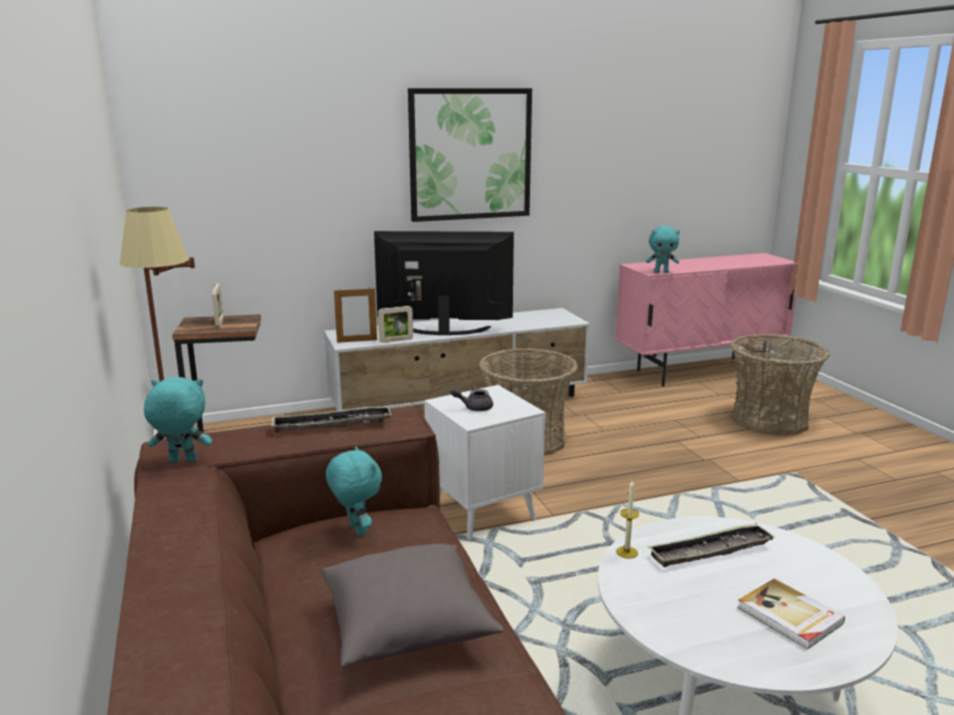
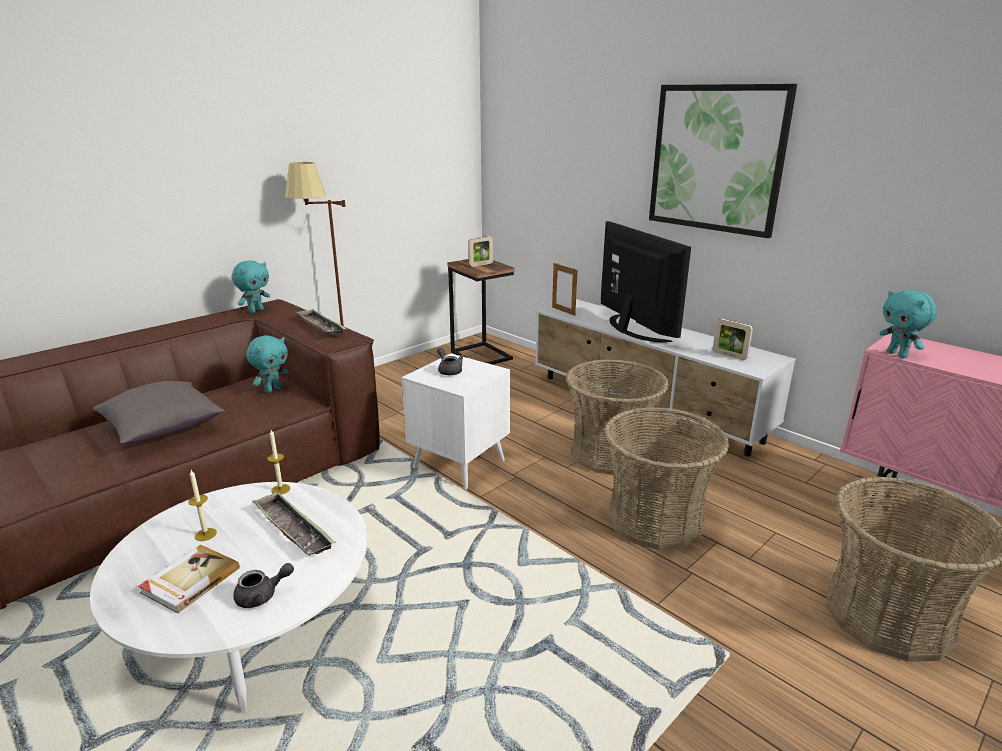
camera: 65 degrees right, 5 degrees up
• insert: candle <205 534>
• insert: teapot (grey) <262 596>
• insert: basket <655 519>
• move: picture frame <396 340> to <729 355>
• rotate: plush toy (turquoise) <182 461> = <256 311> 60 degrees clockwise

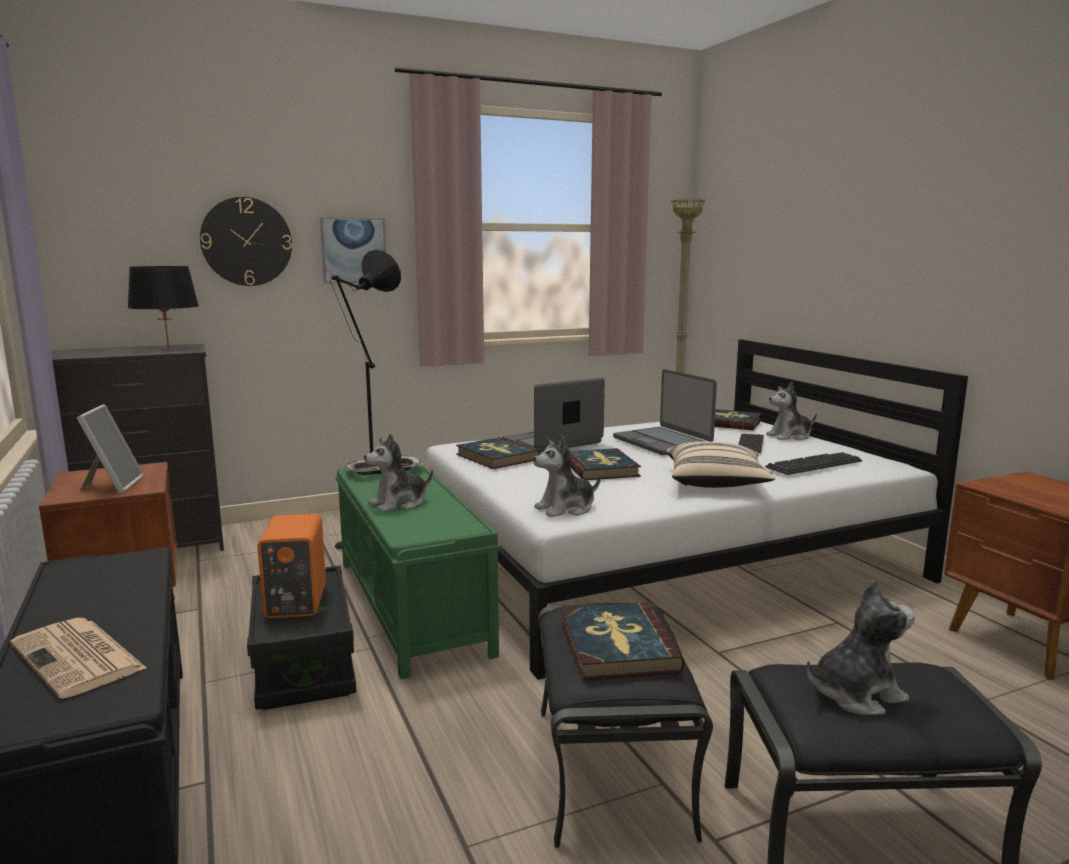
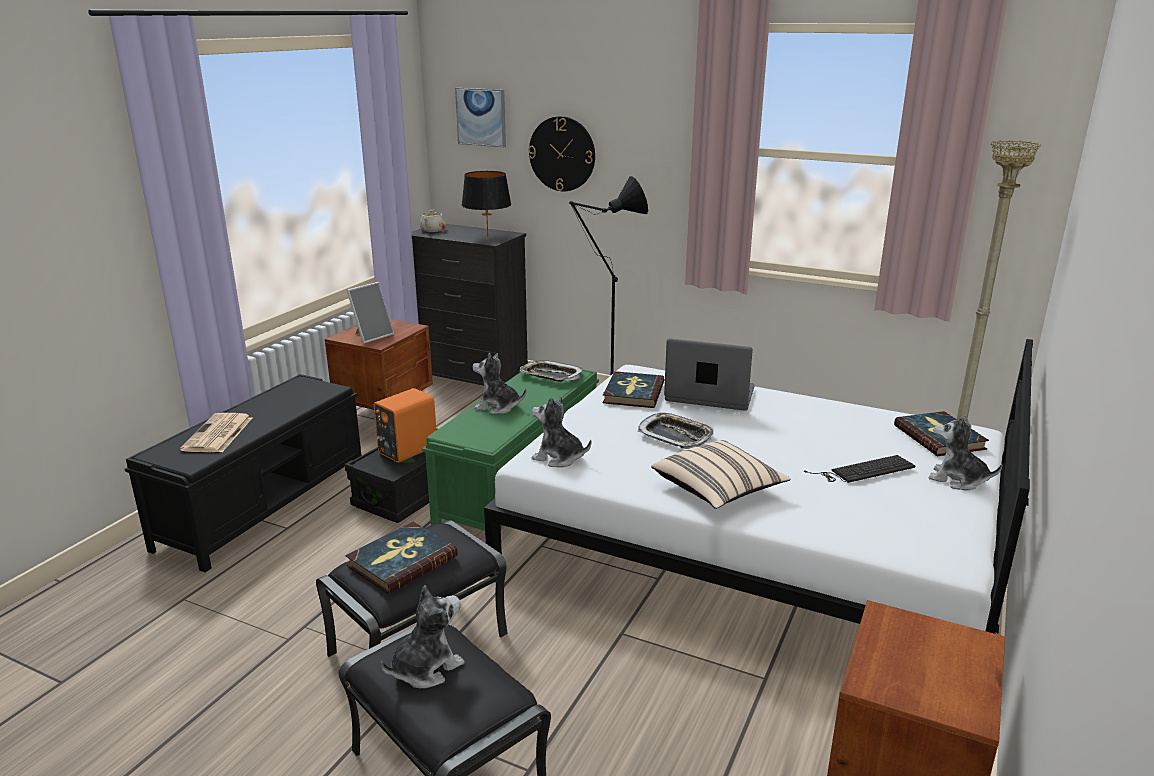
camera: 50 degrees right, 10 degrees up
• delete: laptop <662 442>
• delete: keyboard <814 465>
• insert: teapot (beige) <432 230>
• move: picture <353 250> to <481 117>
• replace: book <601 468> to tray <675 436>
• rotate: plush toy <855 694> = <426 668> 75 degrees counterclockwise

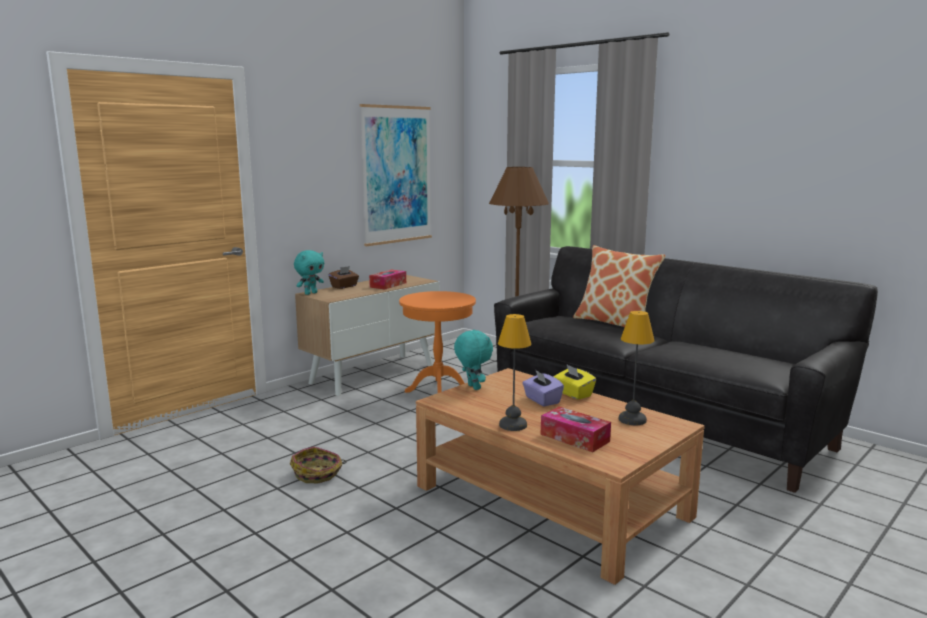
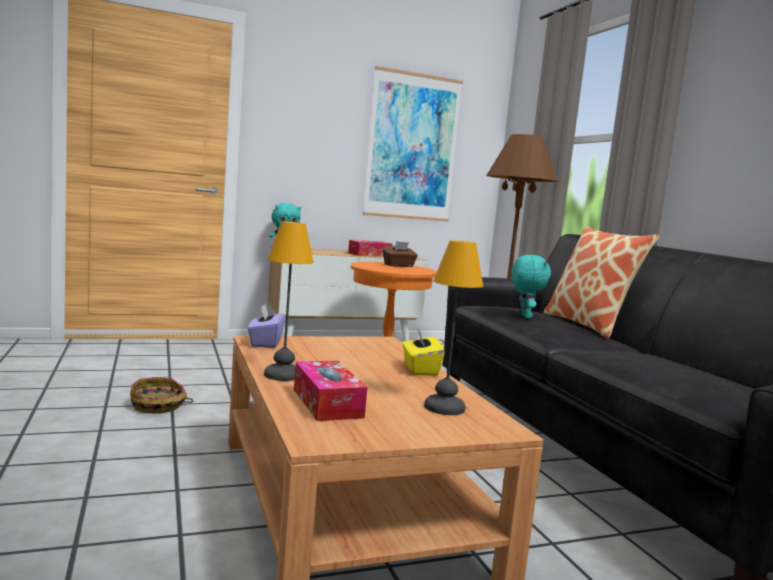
camera: 25 degrees right, 5 degrees down
• move: tissue box (brown) <344 286> to <399 265>
• move: plush toy (turquoise) <472 387> to <524 316>
• move: tissue box (purple) <542 400> to <265 343>

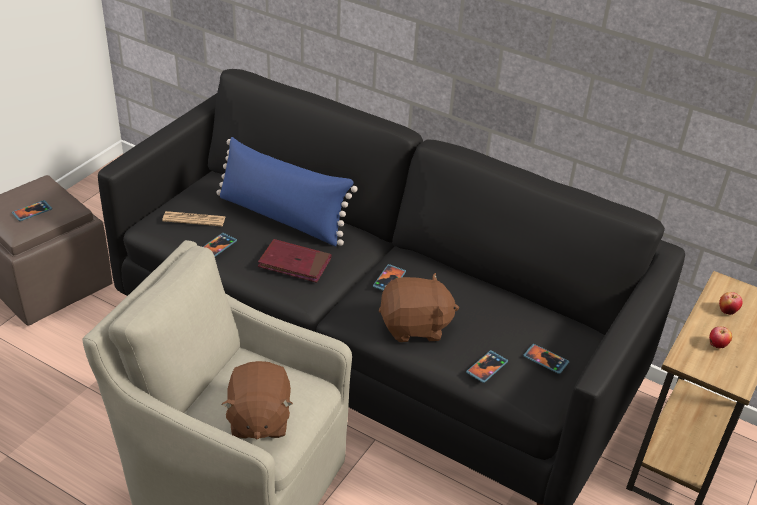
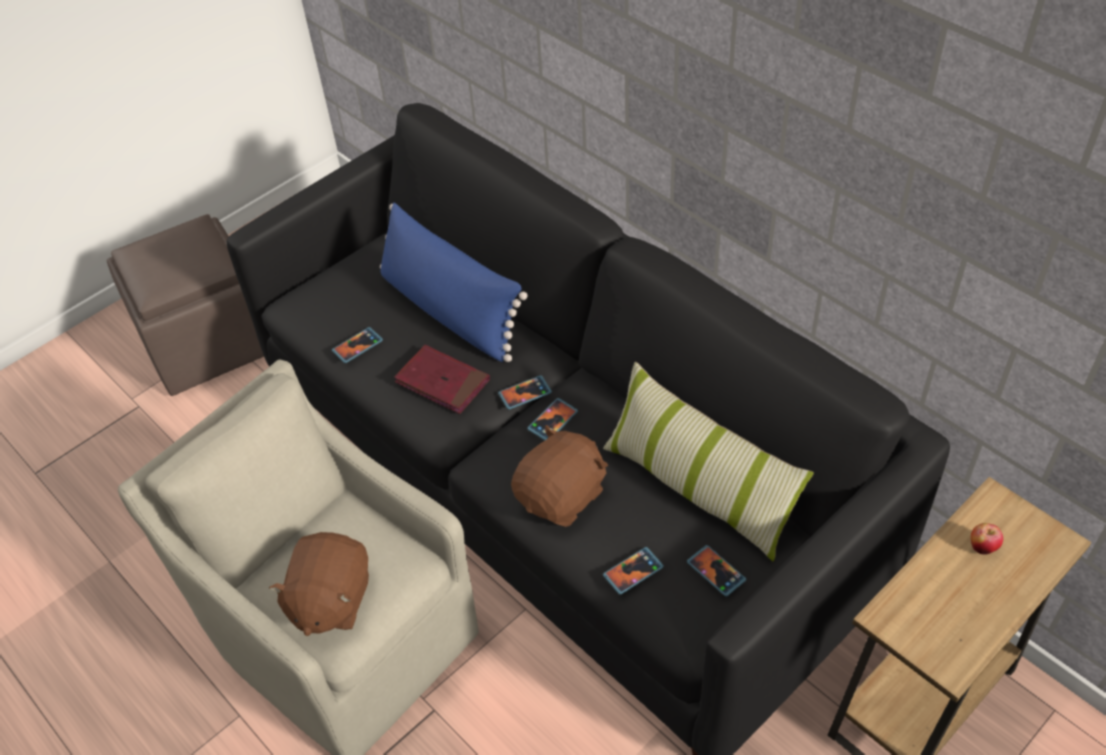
camera: 20 degrees right, 10 degrees up
• delete: newspaper <194 219>
• delete: apple <717 346>
• insert: pillow <698 487>
• move: phone <32 212> to <525 393>
• rotate: plush toy (brown) <415 326> = <562 496> 60 degrees counterclockwise

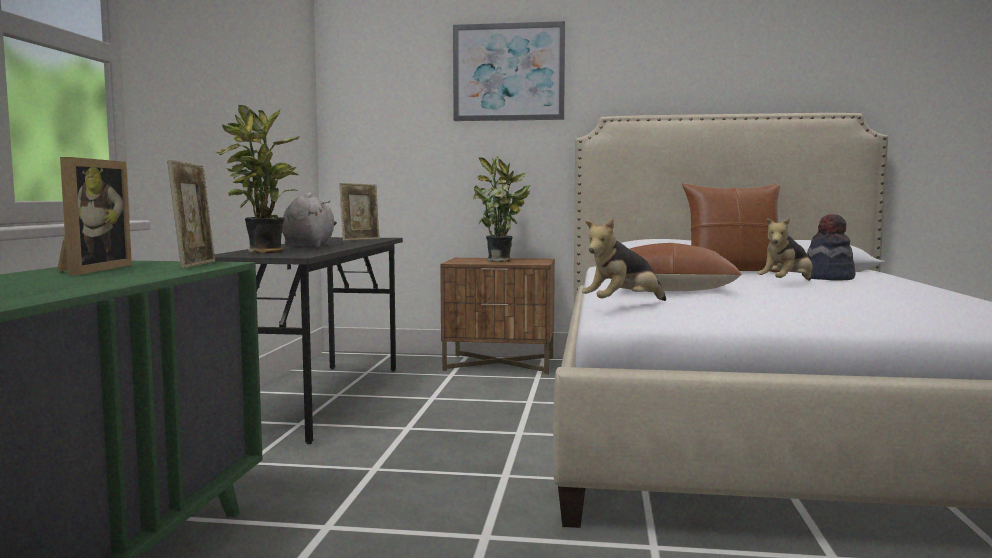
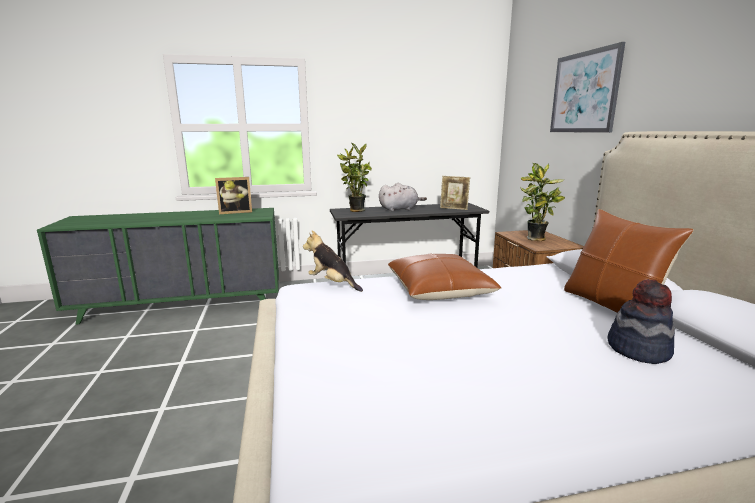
camera: 70 degrees right, 10 degrees up
• delete: picture frame <195 265>
• delete: plush toy <787 284>

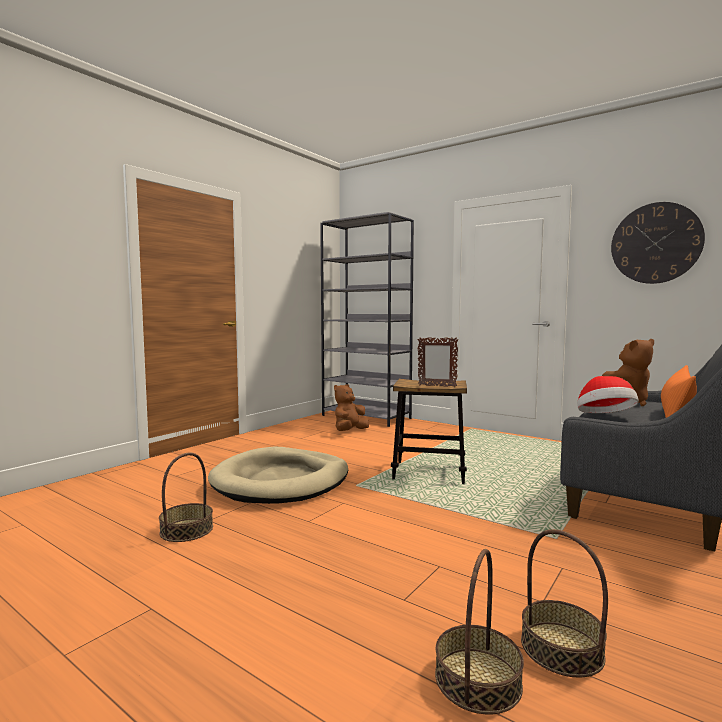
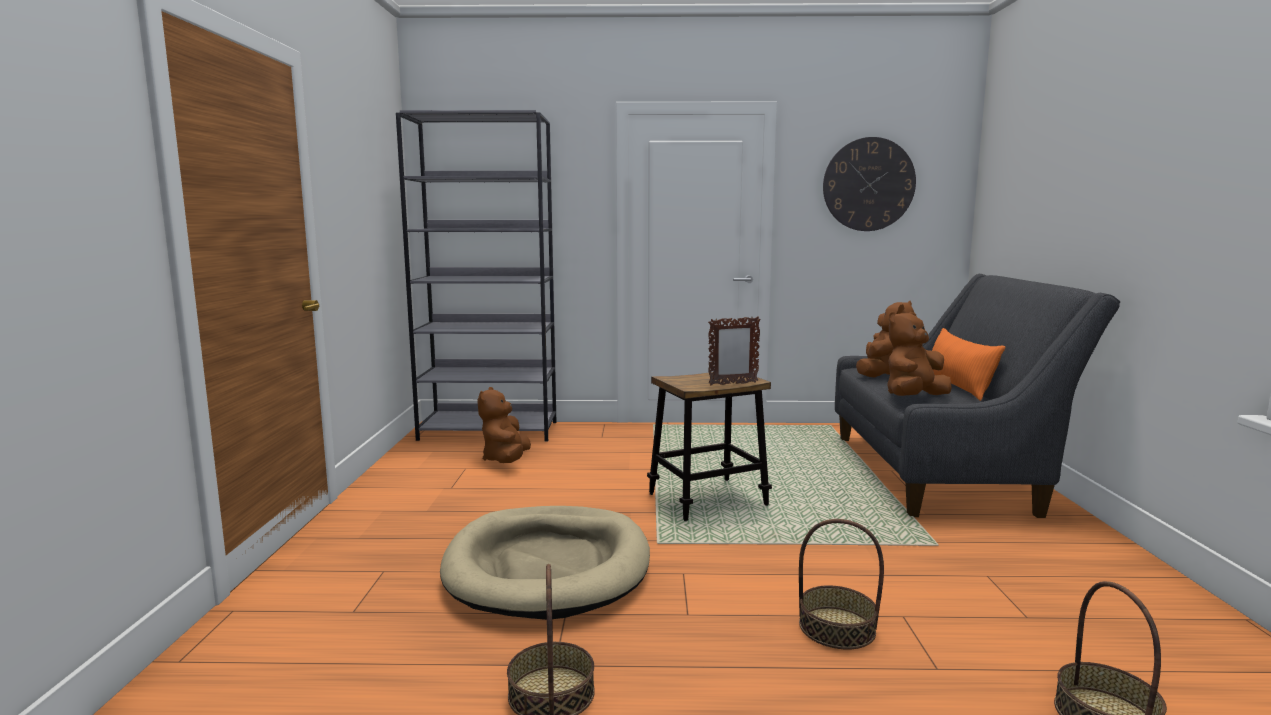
camera: 35 degrees left, 5 degrees up
• move: basket <561 648> to <836 628>
• replace: hat <605 418> to plush toy (brown) <913 398>

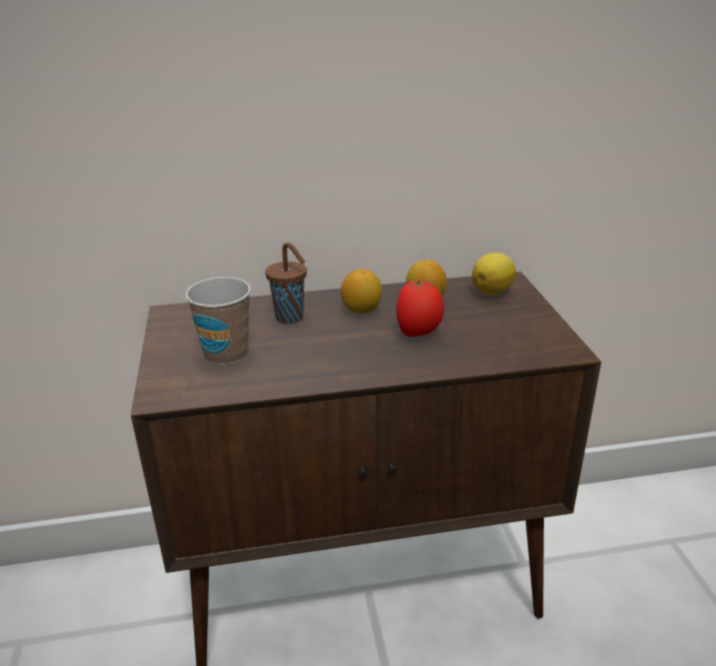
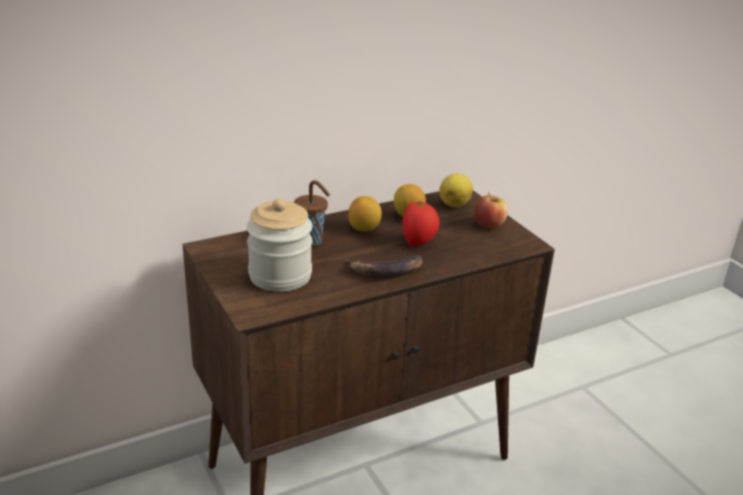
camera: 20 degrees left, 0 degrees up
• insert: banana <385 270>
• insert: apple <488 225>
• replace: cup <226 354> to jar <280 276>

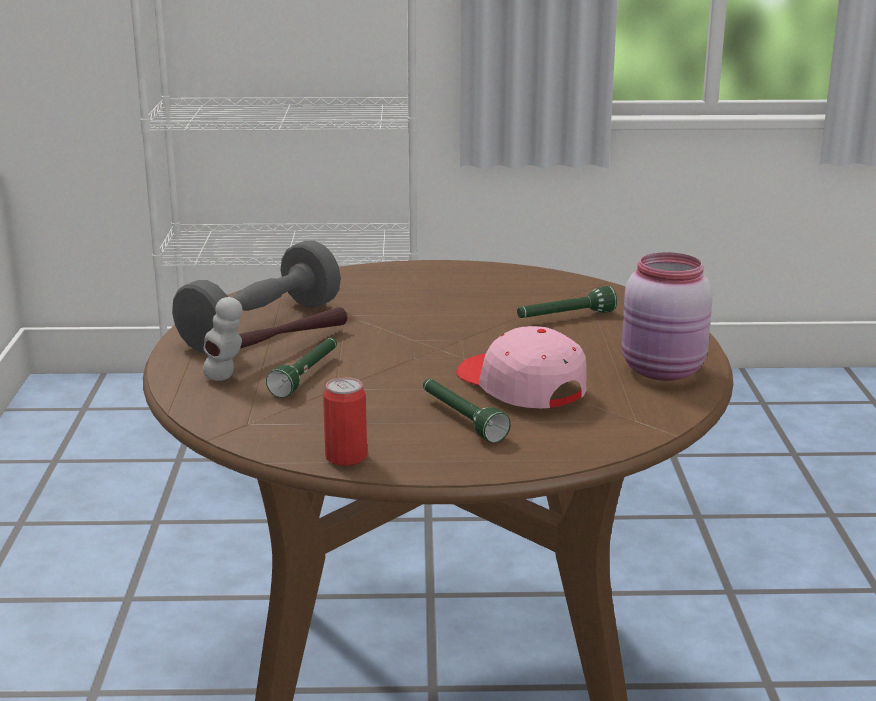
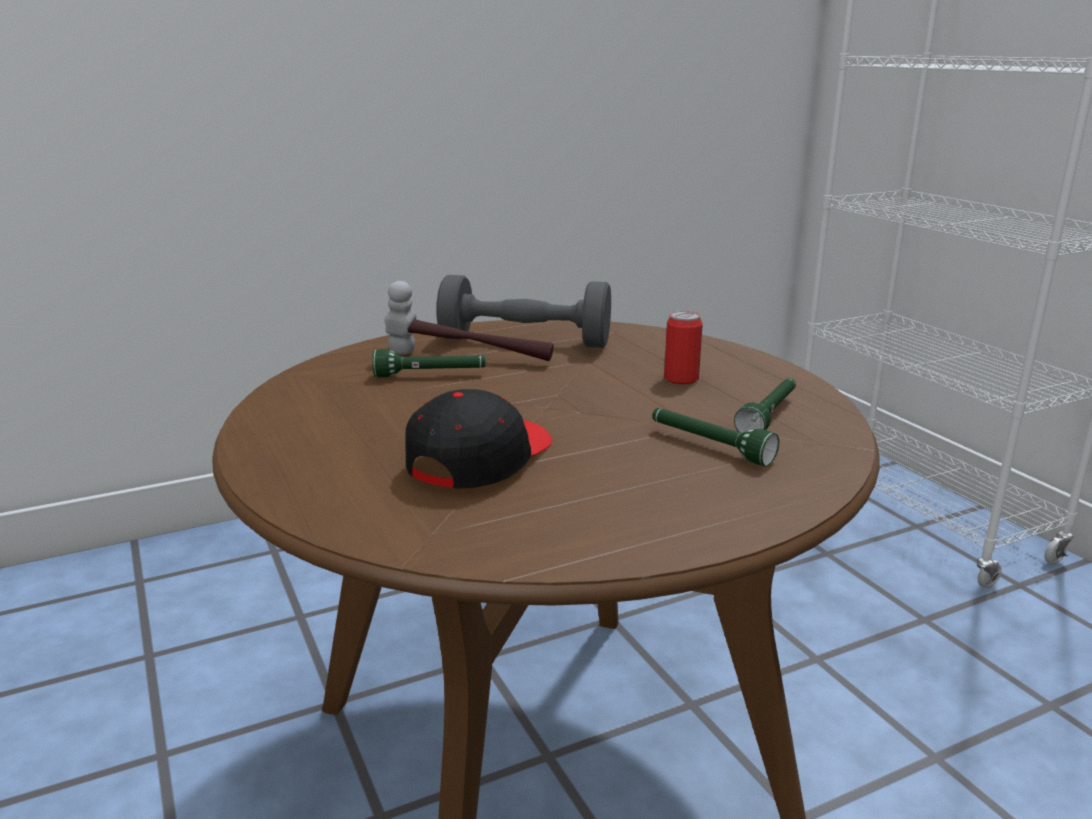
camera: 65 degrees right, 0 degrees up
• delete: jar (pink) <663 371>
• move: can <346 457> to <681 378>
• move: flashlight (green) <461 419> to <769 416>
• recolor: cap (pink) <520 386> to cap (black) <480 458>

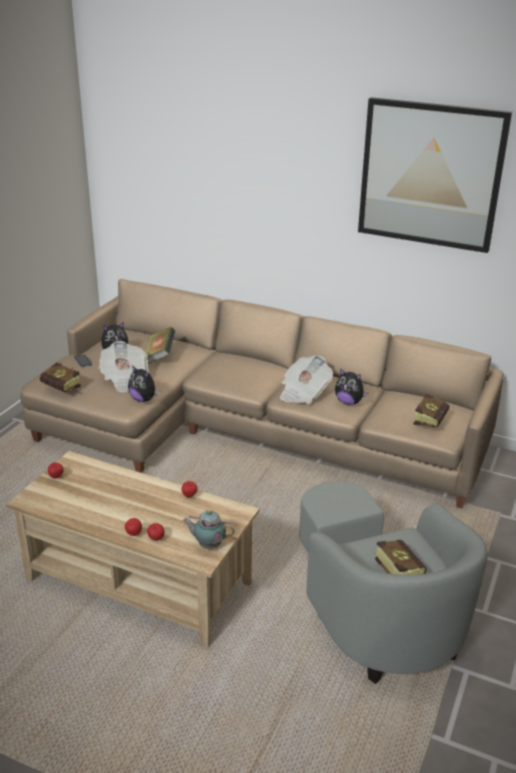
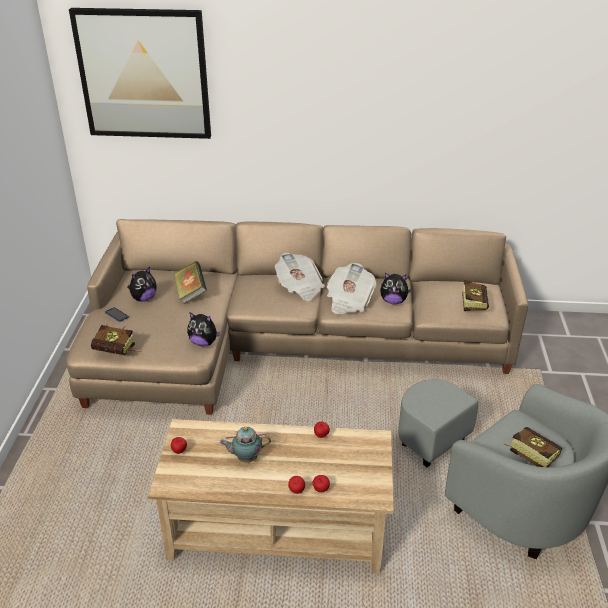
camera: 20 degrees left, 5 degrees up
• move: newspaper <125 379> to <299 288>
• move: teapot <208 545> to <245 458>
• move: picture <430 175> to <144 74>

